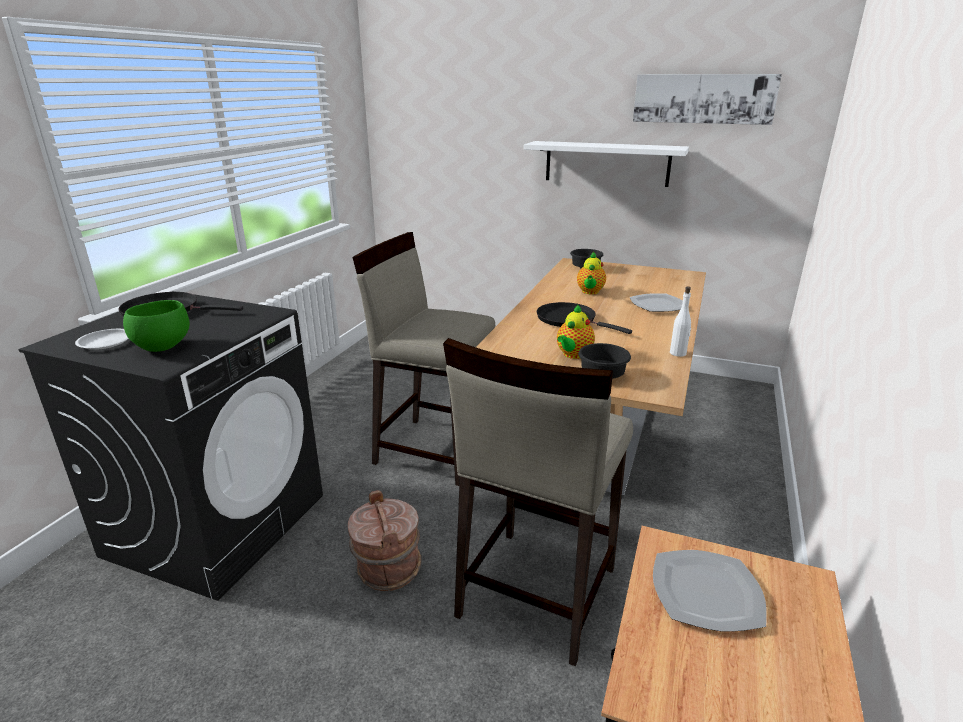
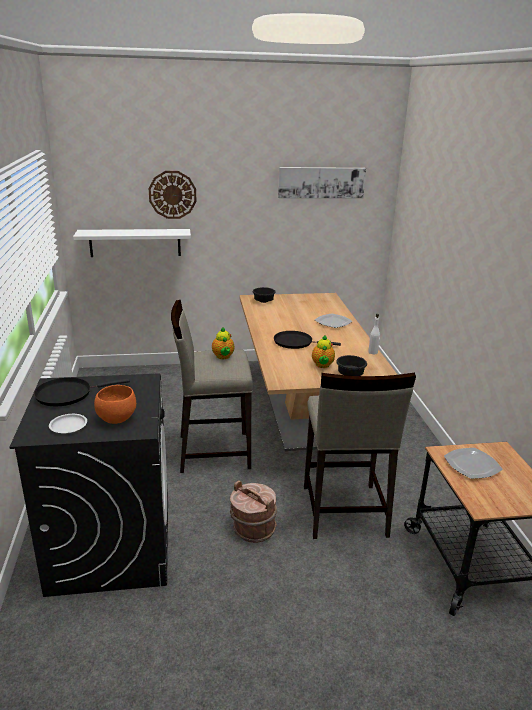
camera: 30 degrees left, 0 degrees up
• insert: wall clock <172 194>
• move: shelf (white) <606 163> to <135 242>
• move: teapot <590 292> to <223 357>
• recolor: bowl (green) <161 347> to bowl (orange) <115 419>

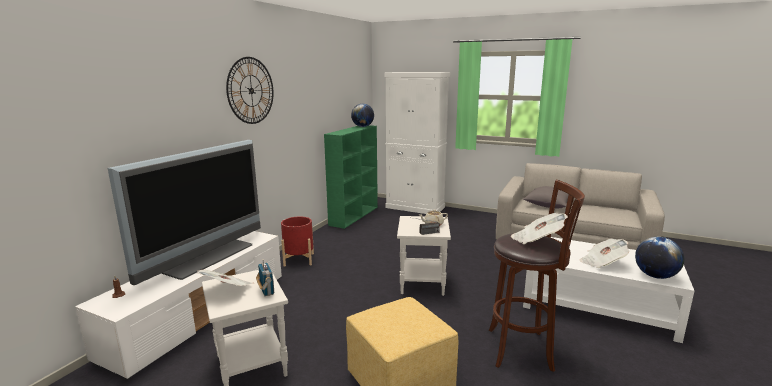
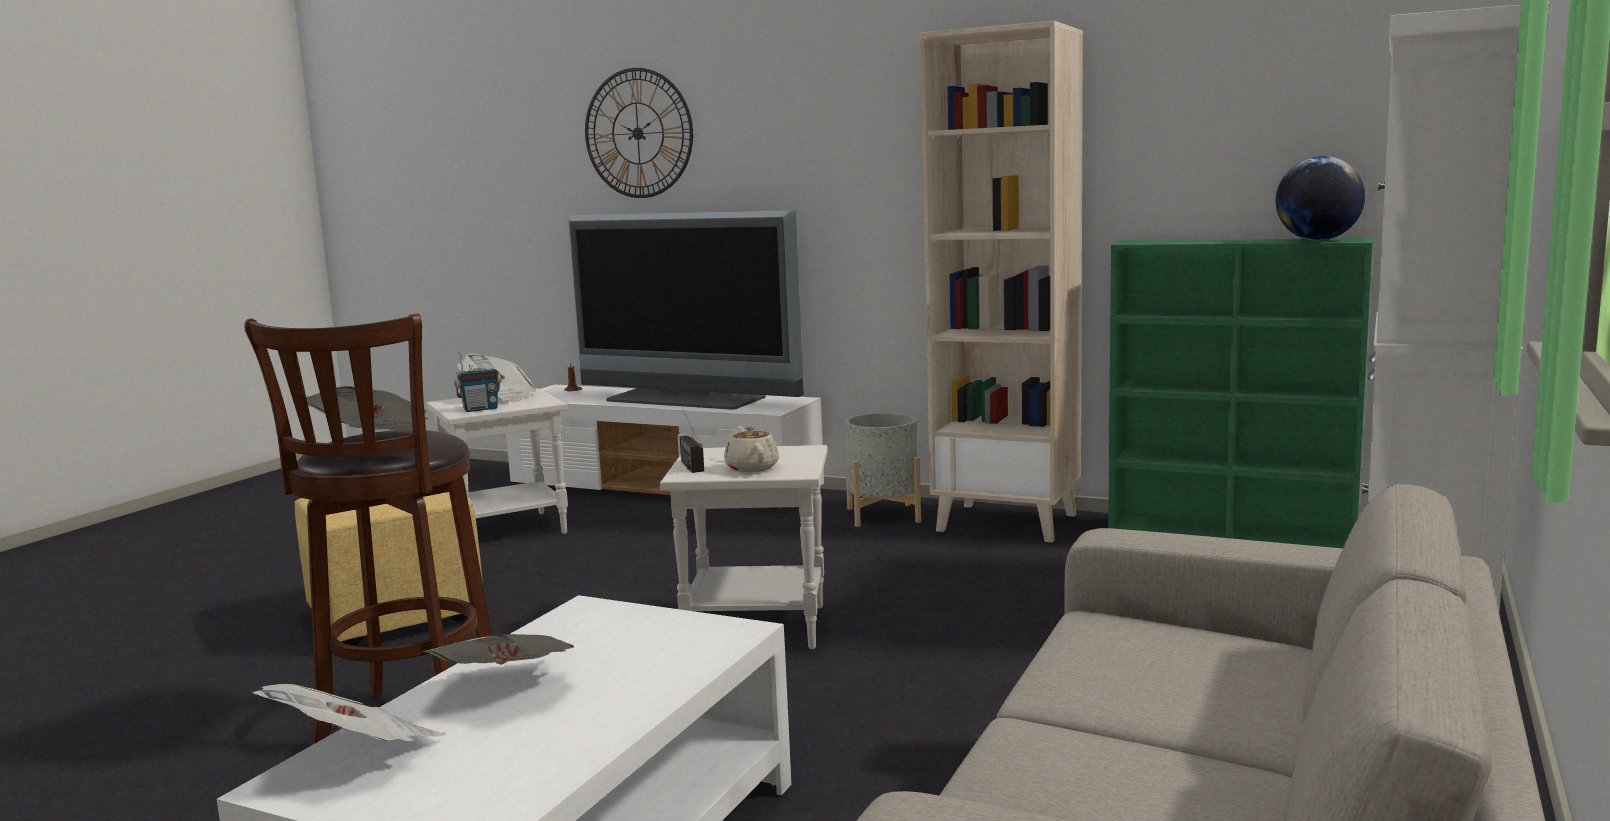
camera: 90 degrees right, 5 degrees down
• delete: pillow (grey) <548 205>
• insert: bookcase (beige) <1008 522>
• move: wall clock <251 90> to <638 133>
• replace: globe <655 276> to newspaper <358 755>
• recolor: planter (red) <299 259> to planter (grey) <883 515>

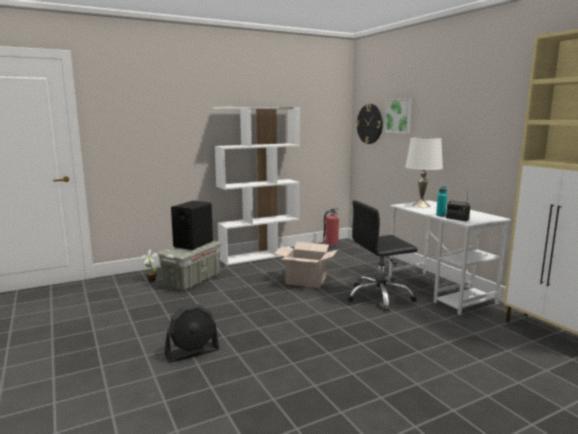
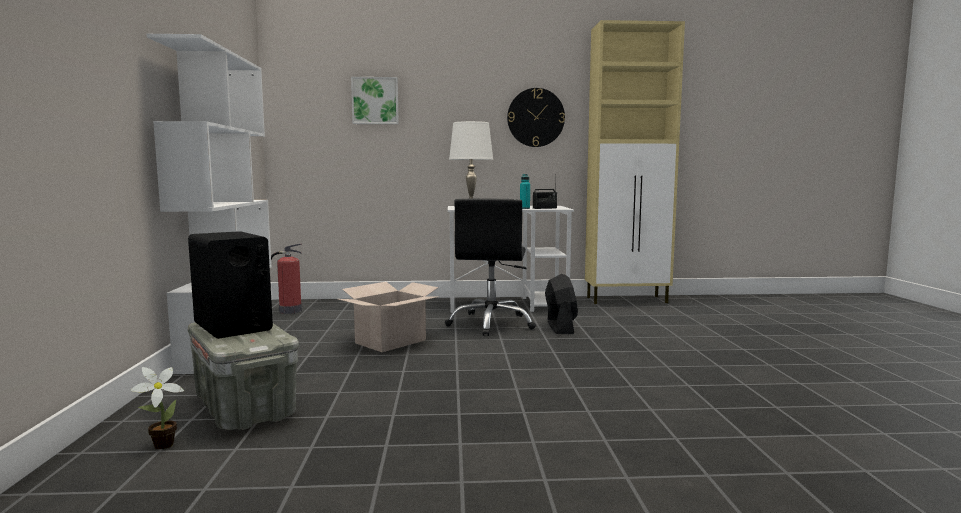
camera: 65 degrees left, 5 degrees down
• move: fan (black) <192 352> to <560 327>
• move: wall clock <369 124> to <535 117>

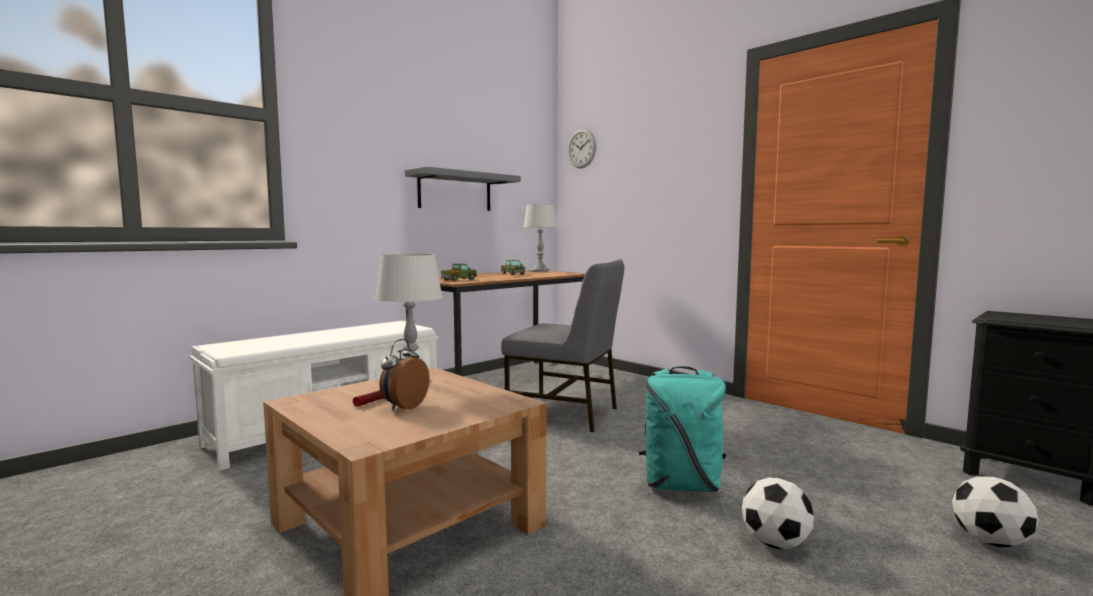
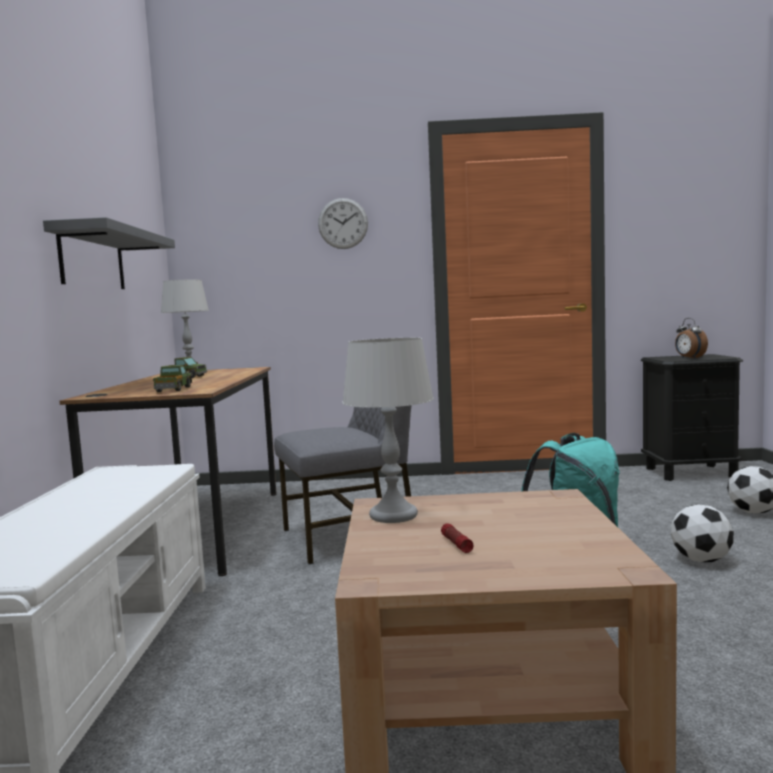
camera: 45 degrees left, 0 degrees up
• move: alarm clock <403 406> to <689 358>
• move: wall clock <581 148> to <343 223>

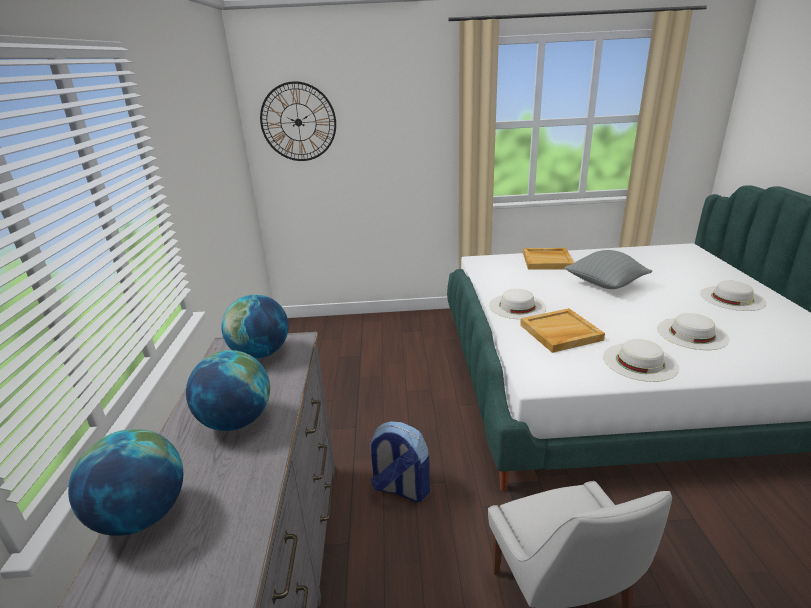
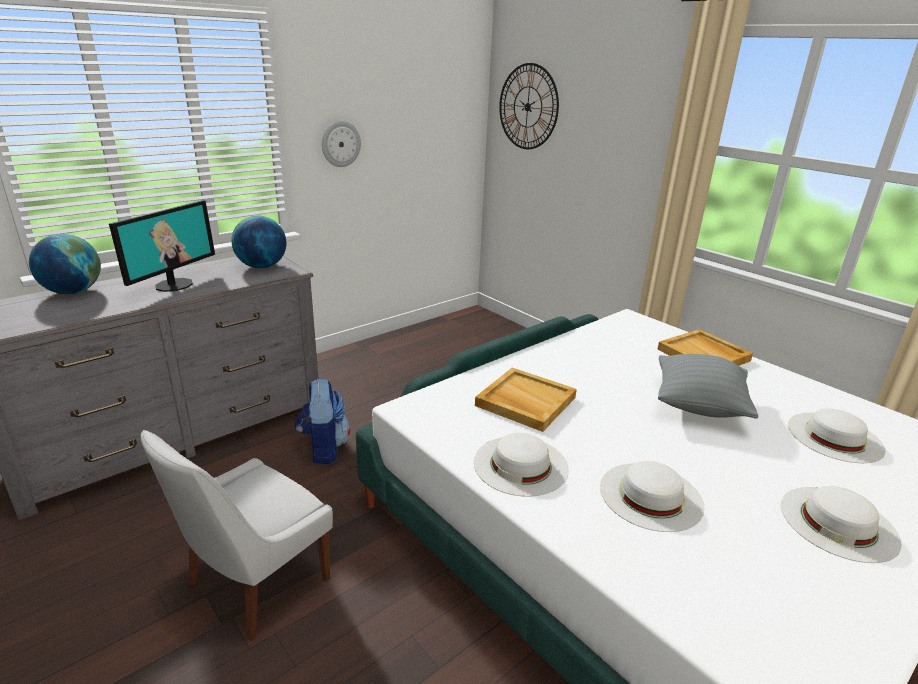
camera: 50 degrees right, 0 degrees up
• insert: wall clock <340 144>
• move: hat (white) <517 306> to <835 437>
• replace: globe <236 421> to monitor <173 285>

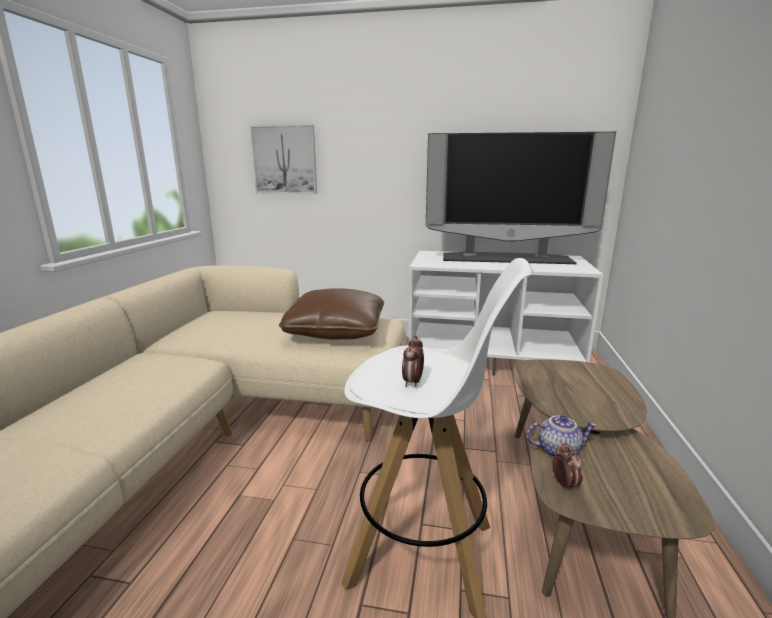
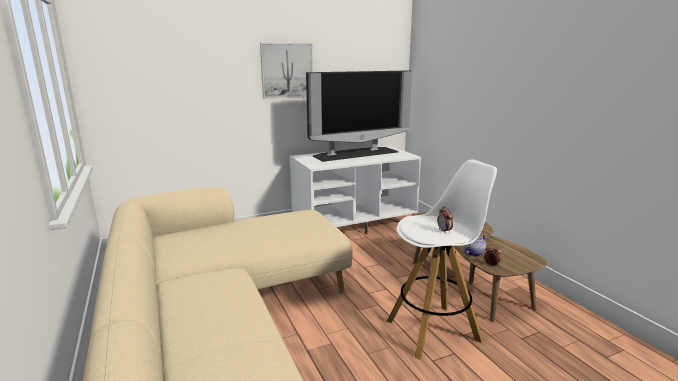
camera: 35 degrees left, 0 degrees up
• delete: pillow (brown) <336 331>
• move: picture <285 160> to <287 70>

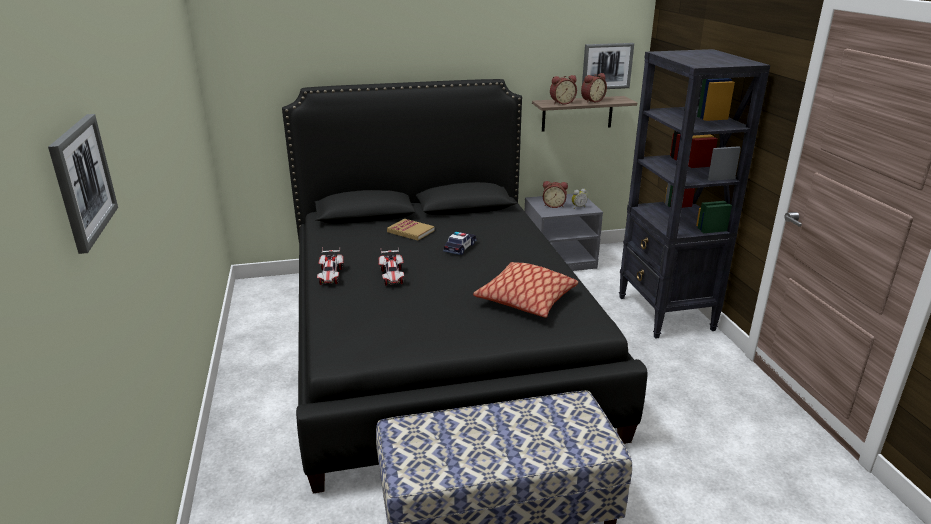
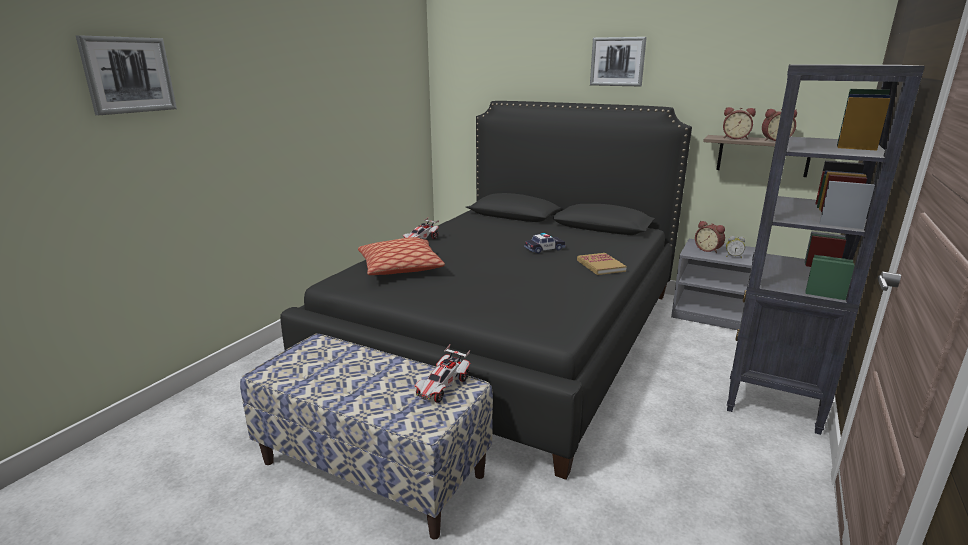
camera: 40 degrees right, 5 degrees down
• move: toy car <392 276> to <443 387>
• move: book <410 231> to <600 266>
• move: pillow <526 300> to <400 268>
• move: picture <607 66> to <617 61>

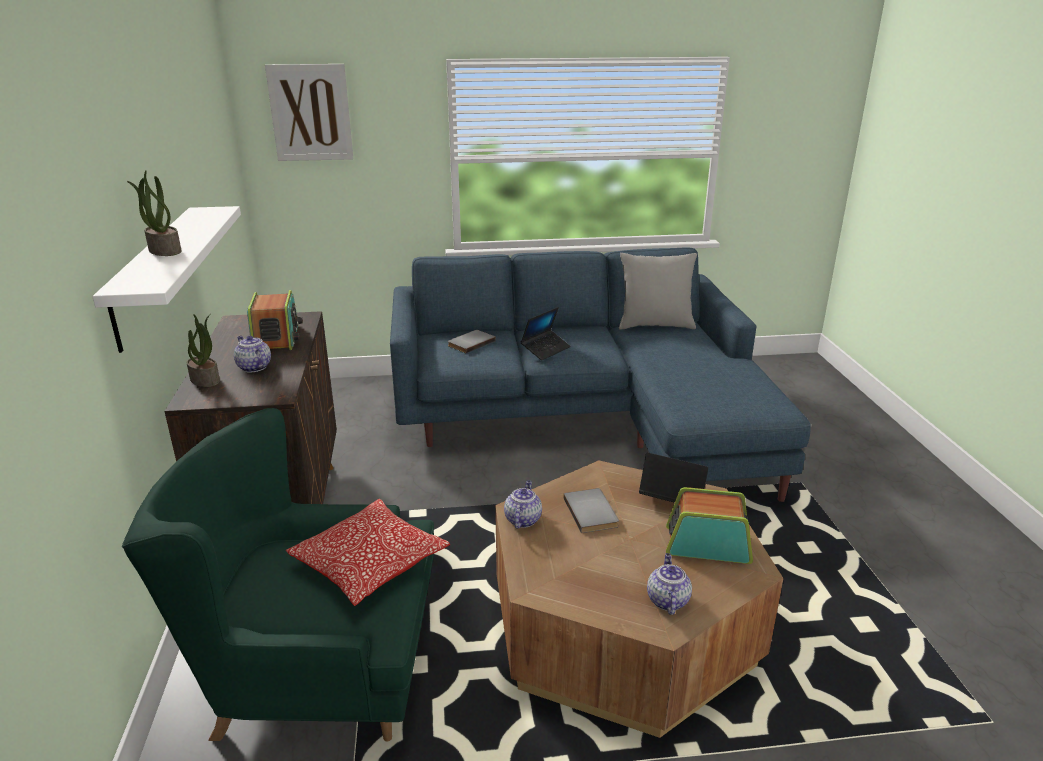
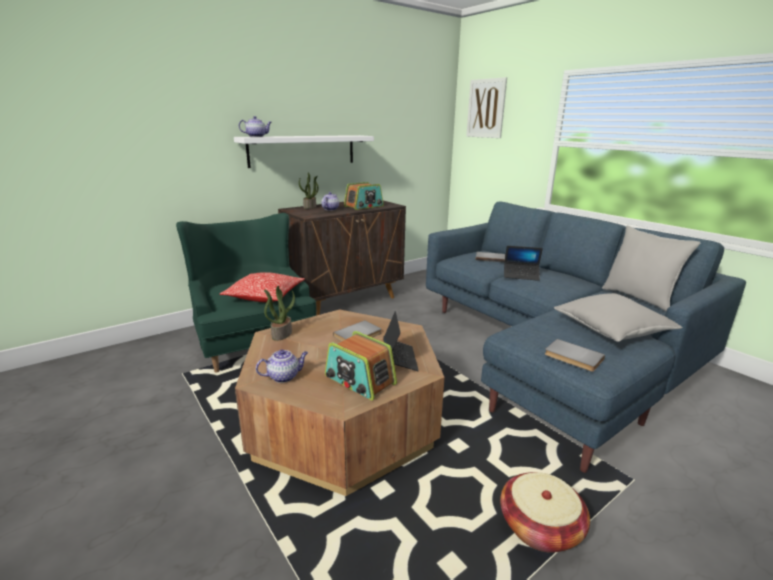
camera: 60 degrees right, 5 degrees down
• insert: basket <539 527>
• insert: book (grey) <572 357>
• insert: pillow (grey) <612 329>
• move: potted plant <164 251> to <281 334>
• move: teapot <522 519> to <257 136>
• rotate: radio <707 544> = <359 380> 150 degrees clockwise

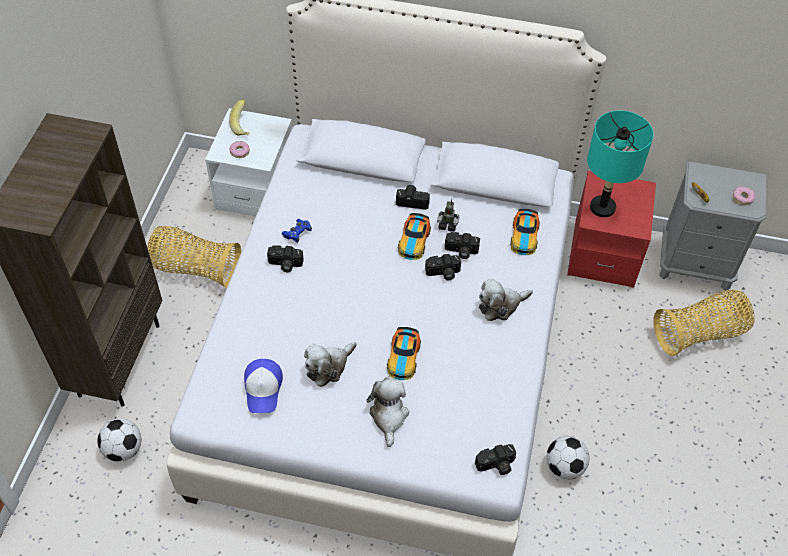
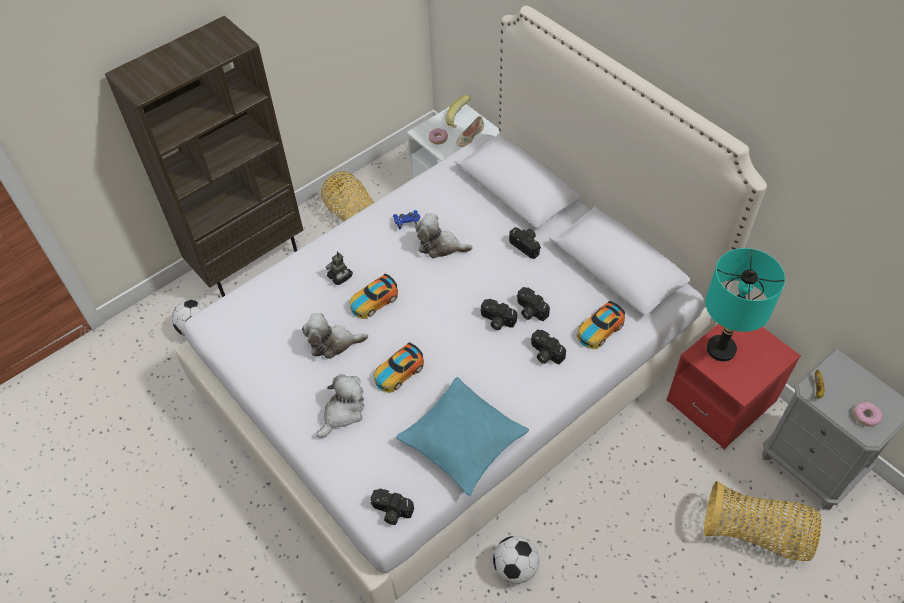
camera: 40 degrees right, 0 degrees up
• delete: cap <263 389>
• insert: pillow (turquoise) <462 440>
• insert: shoe (beige) <469 136>
• move: photo camera <285 264> to <545 354>
• move: toy car <414 241> to <373 301>
• move: toy robot <447 225> to <340 276>
• move: plush toy <501 305> to <440 246>

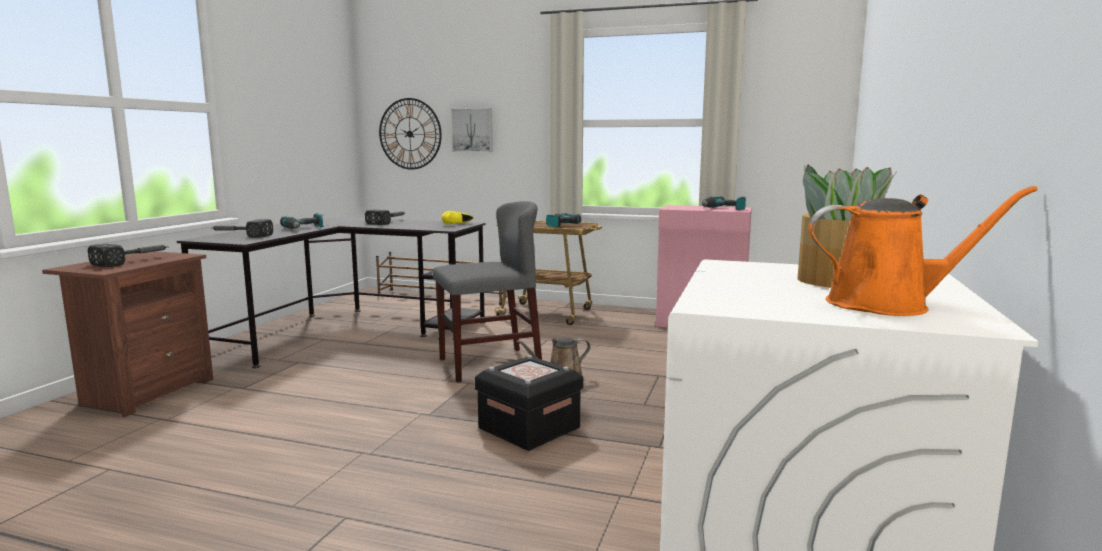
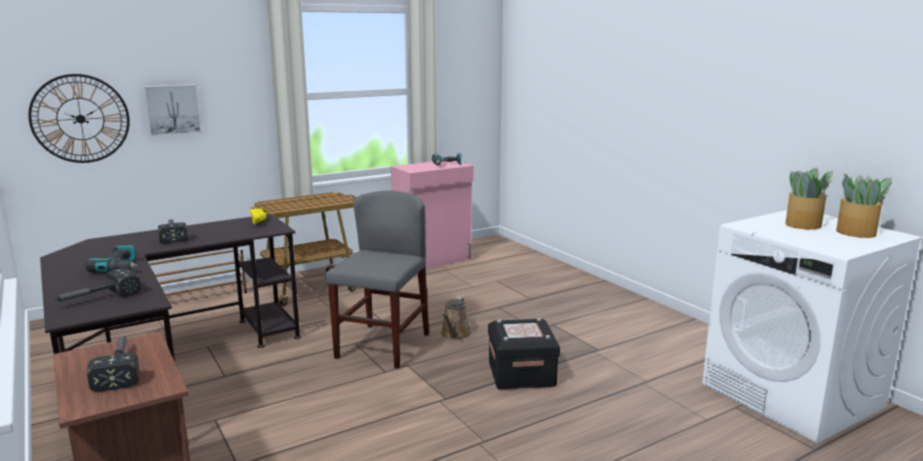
camera: 50 degrees left, 5 degrees up
• delete: power drill <559 225>
• replace: watering can (orange) <887 304> to potted plant <856 233>

